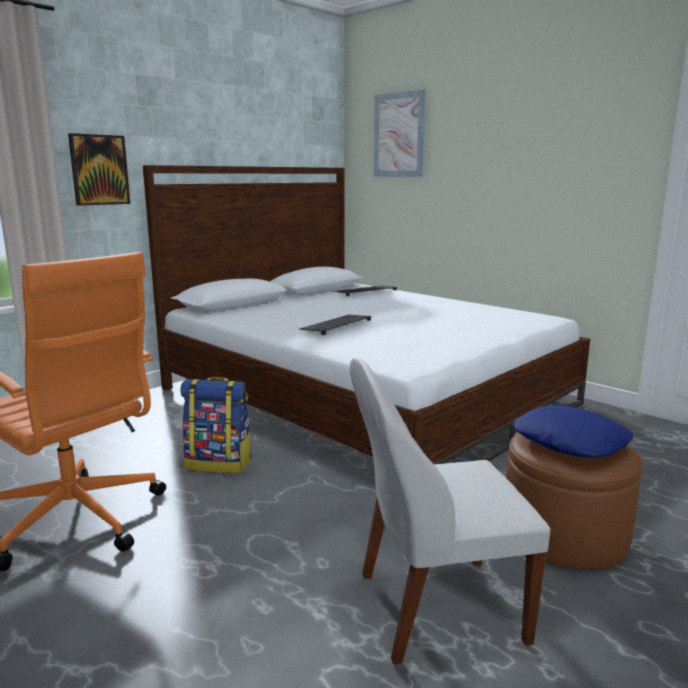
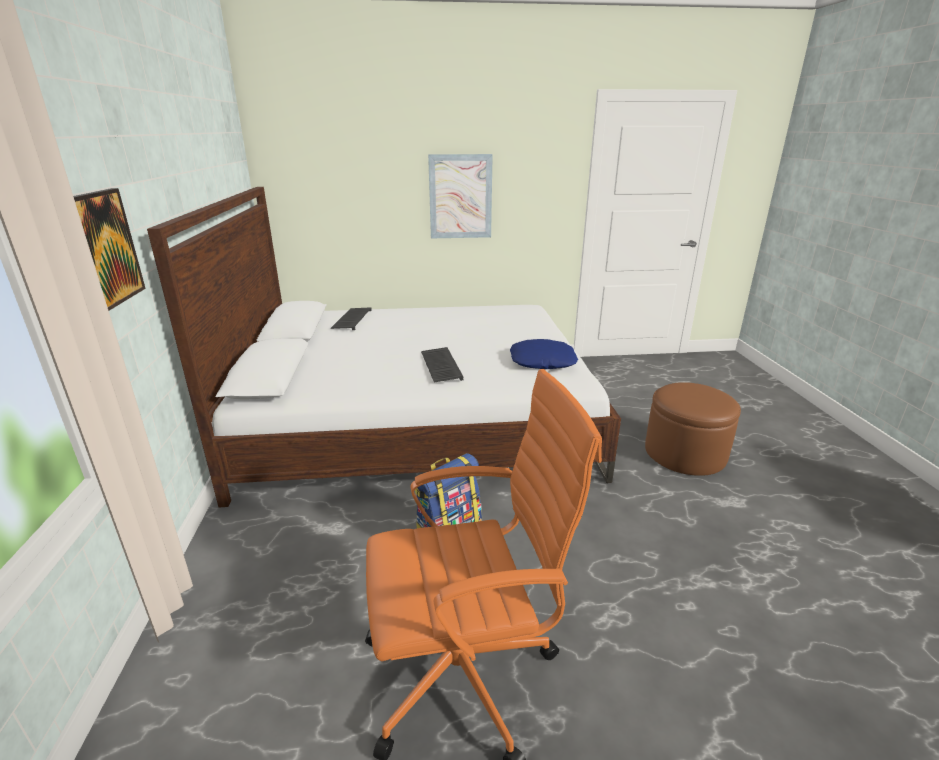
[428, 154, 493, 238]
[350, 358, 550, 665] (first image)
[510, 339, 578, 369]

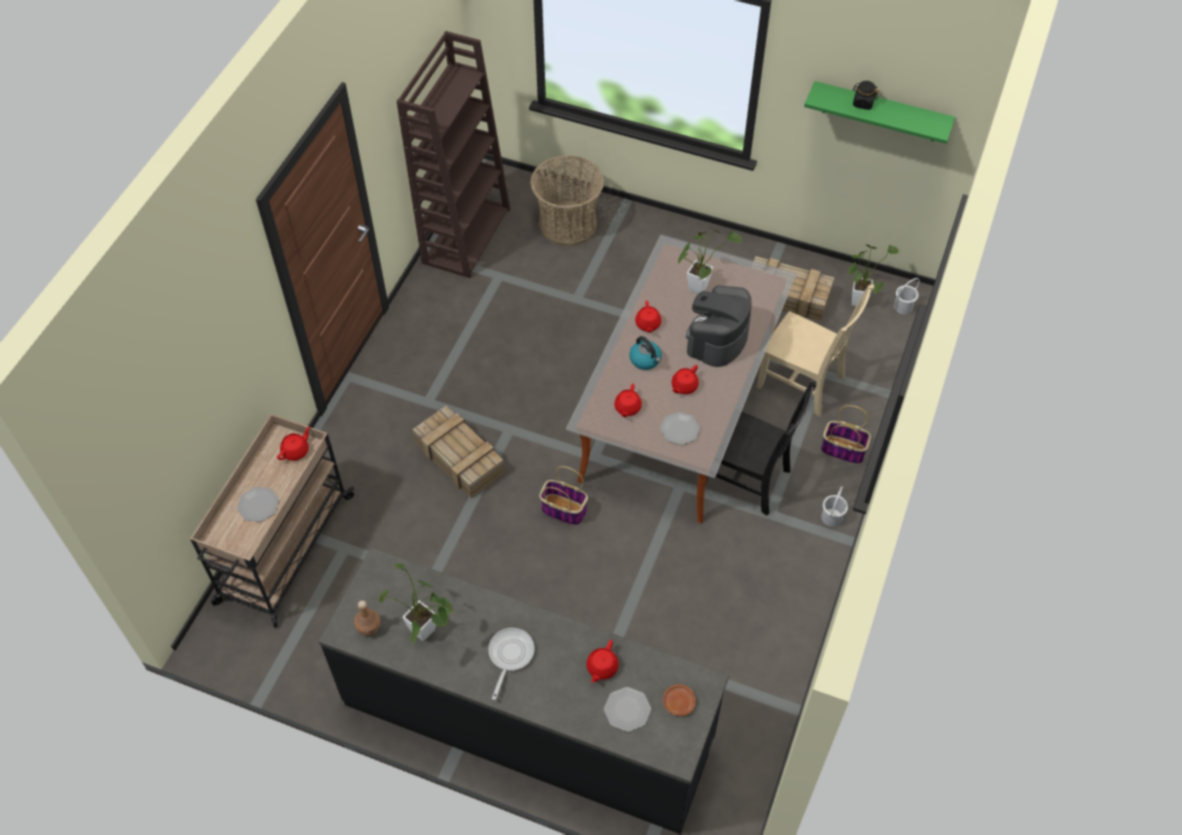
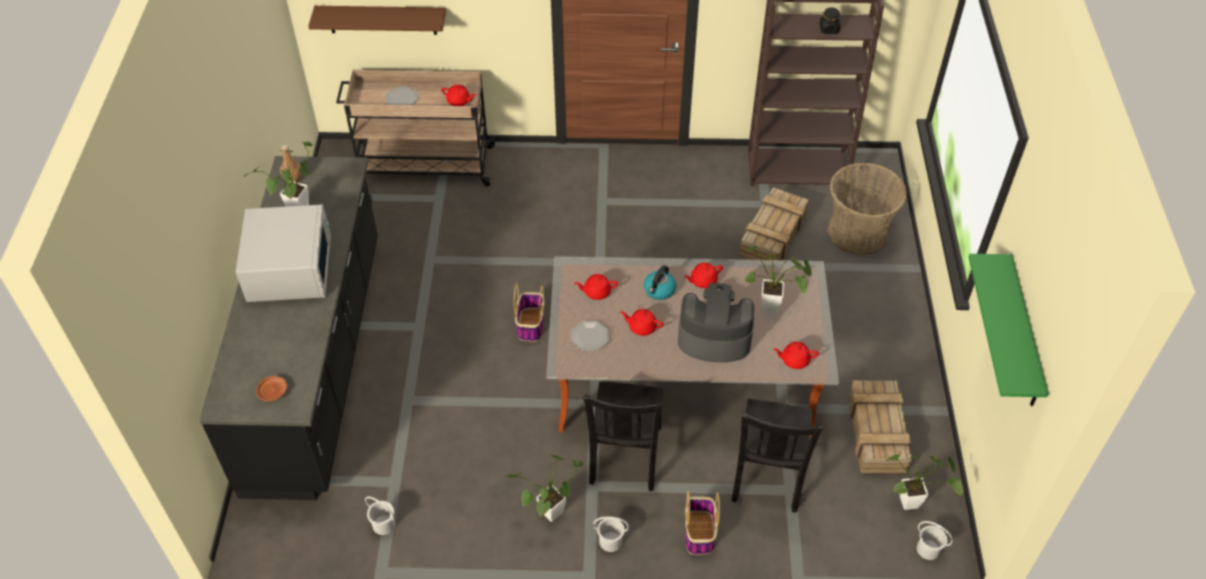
[820, 7, 840, 34]
[732, 399, 822, 513]
[740, 187, 809, 260]
[236, 204, 331, 302]
[773, 342, 819, 369]
[604, 687, 651, 732] (first image)
[308, 6, 446, 35]
[505, 455, 584, 522]
[365, 496, 396, 535]

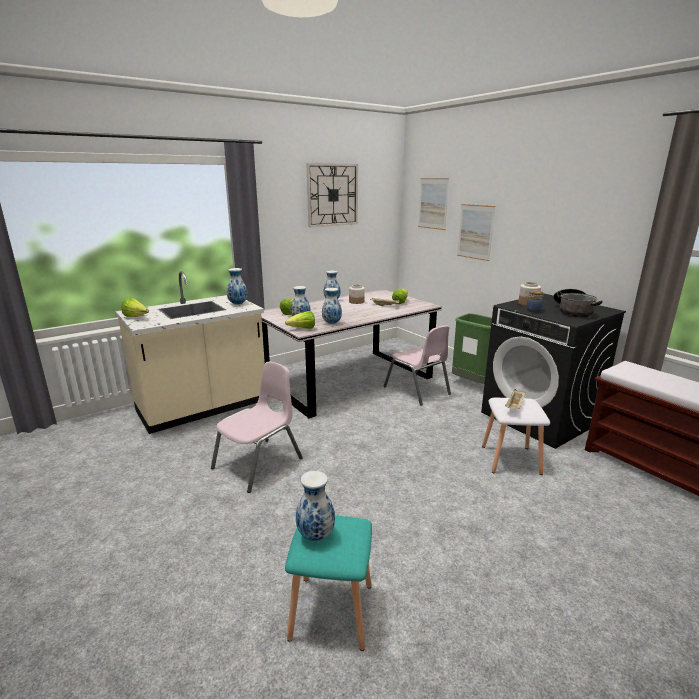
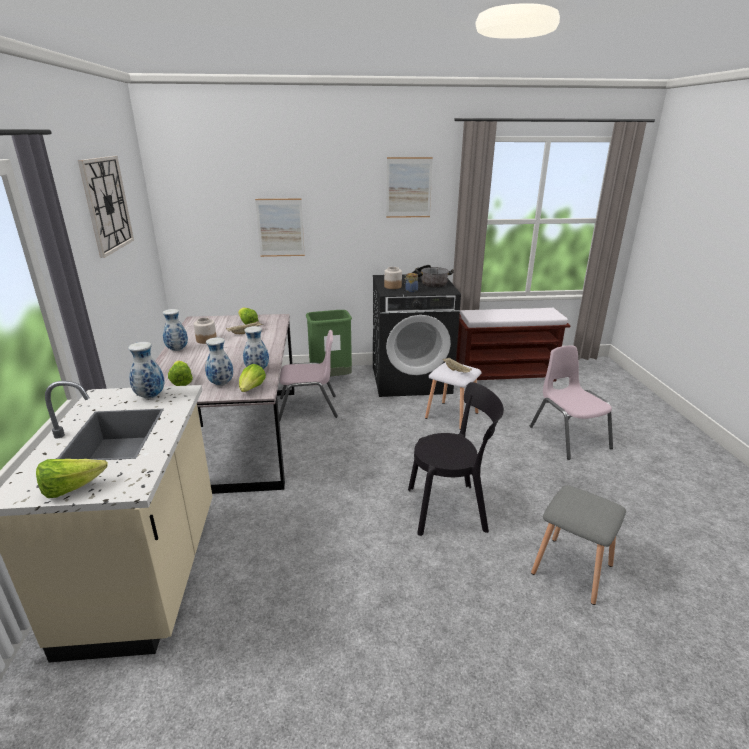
[386, 157, 433, 218]
[530, 346, 613, 460]
[296, 471, 335, 541] (first image)
[531, 485, 626, 605]
[408, 382, 504, 536]

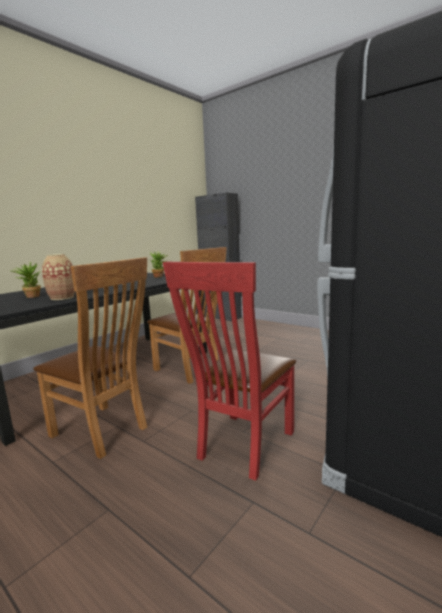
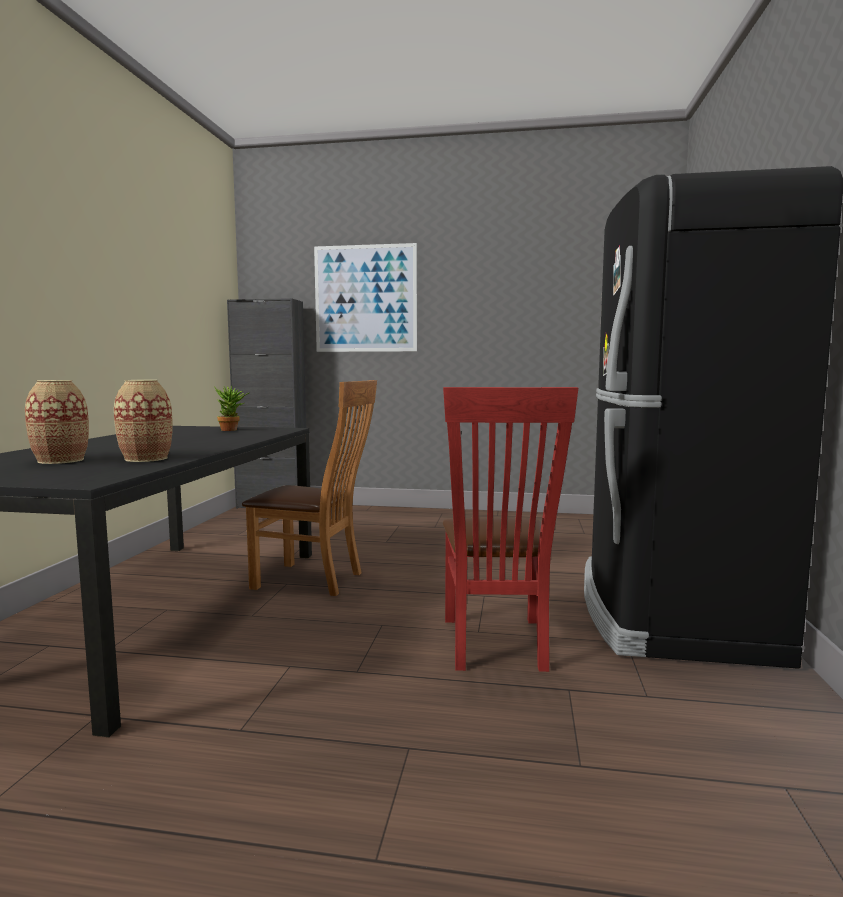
[33, 257, 147, 459] (first image)
[25, 380, 89, 464]
[314, 243, 417, 352]

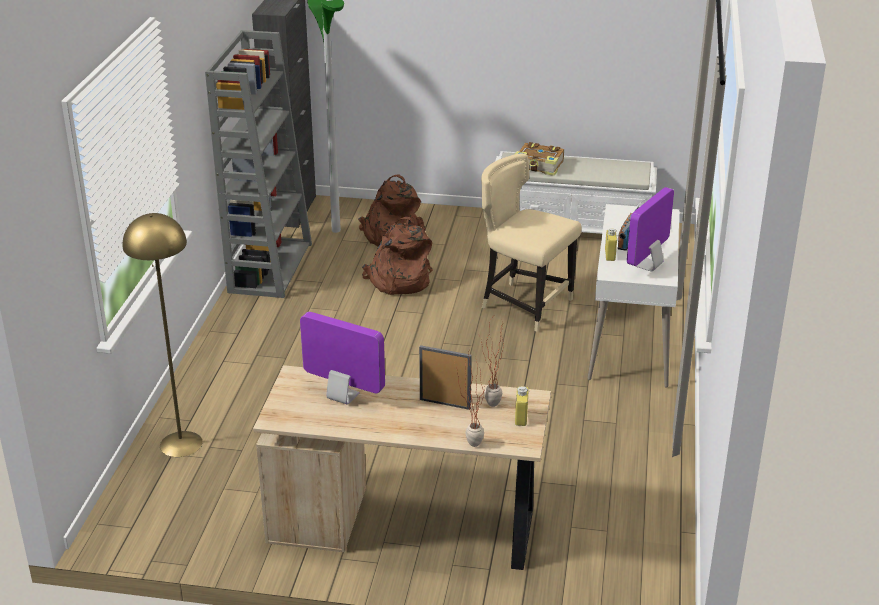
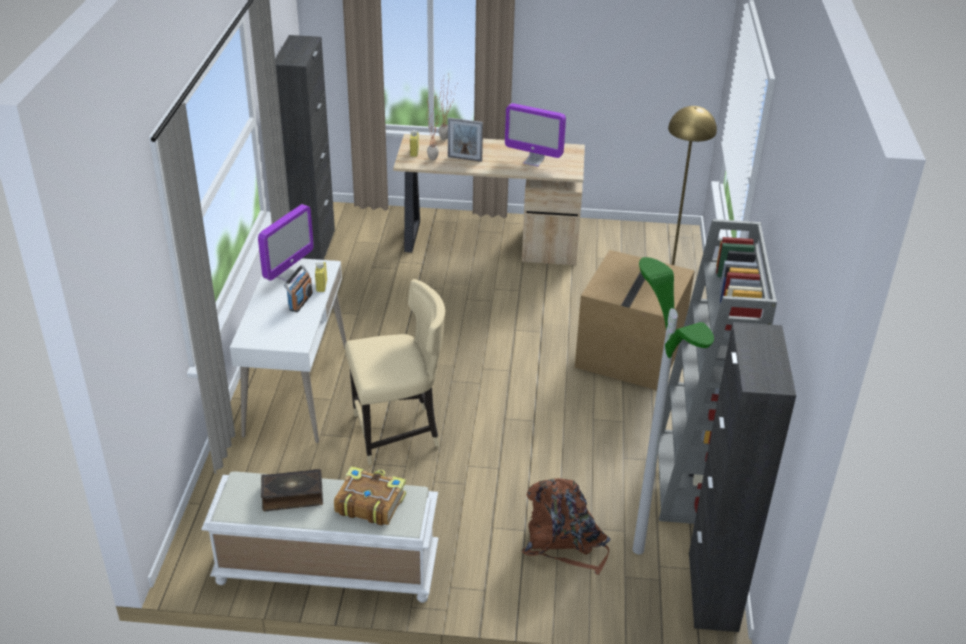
[345, 279, 445, 465]
[362, 217, 433, 295] (first image)
[275, 35, 335, 260]
[575, 250, 695, 390]
[261, 469, 323, 511]

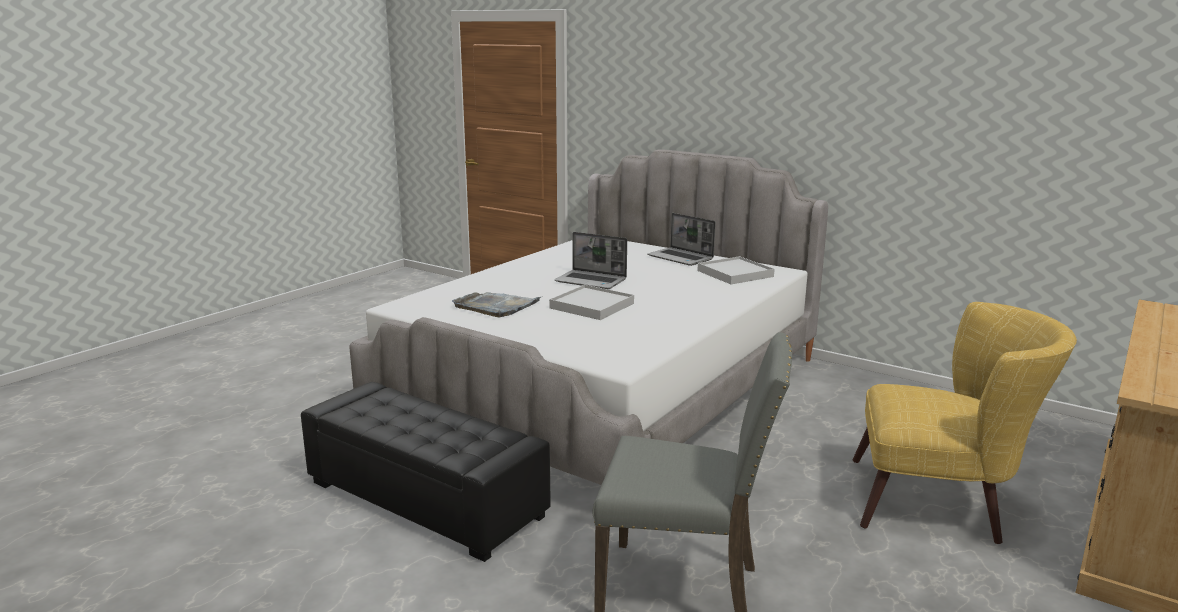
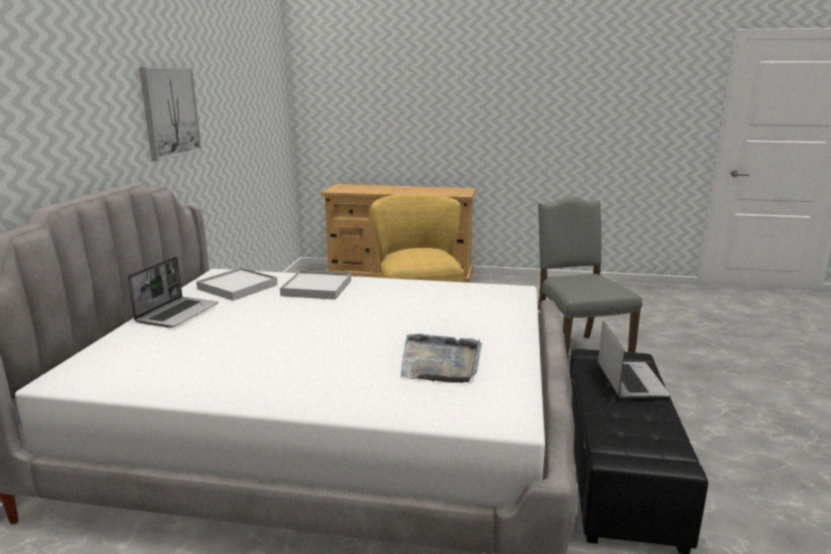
[598, 321, 671, 398]
[280, 270, 351, 300]
[139, 67, 202, 161]

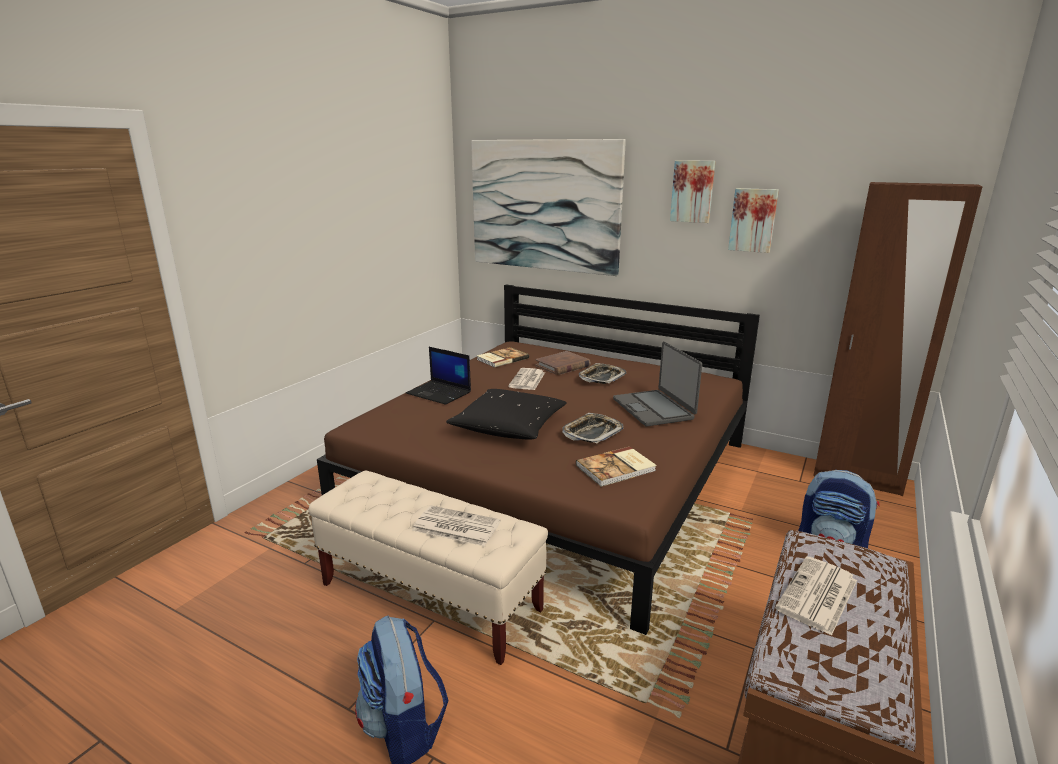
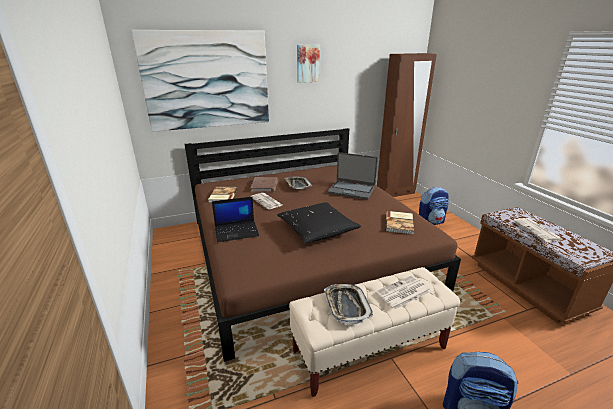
[728, 188, 779, 253] (first image)
[324, 284, 373, 325]

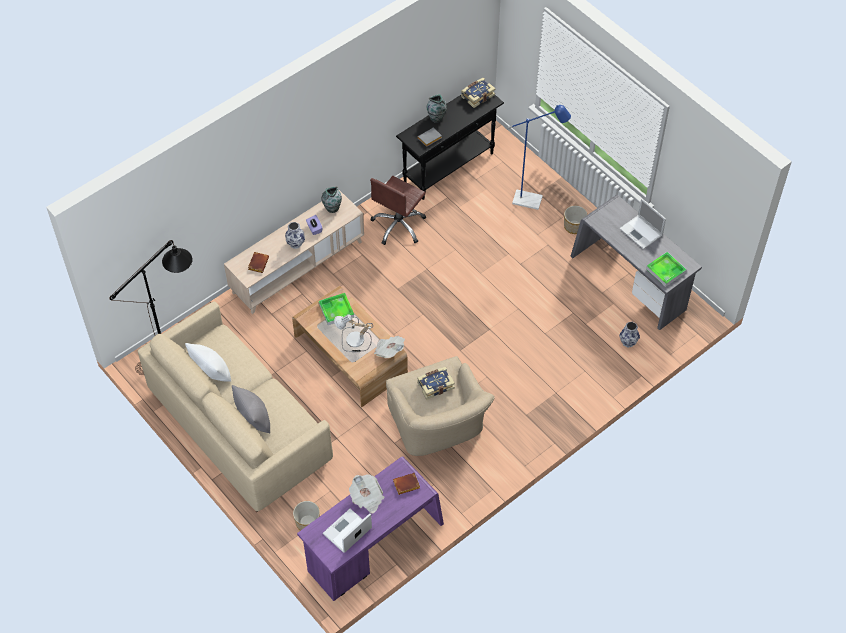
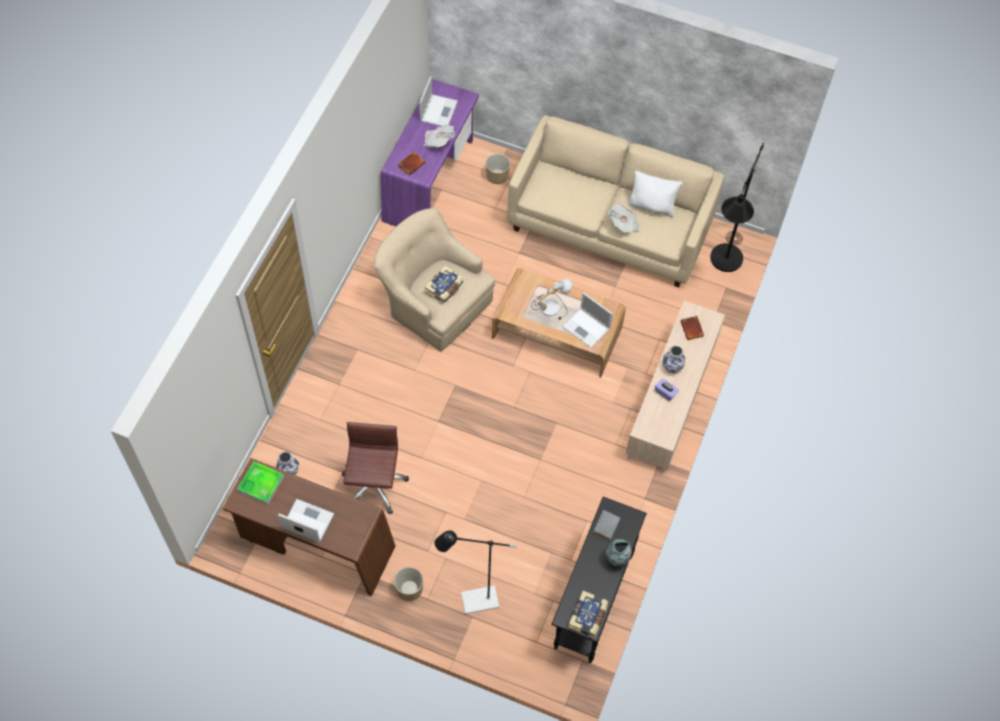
[435, 530, 517, 614]
[342, 422, 409, 514]
[322, 186, 342, 213] (first image)
[223, 458, 395, 596]
[562, 292, 613, 348]
[609, 204, 641, 233]
[232, 385, 270, 433] (first image)

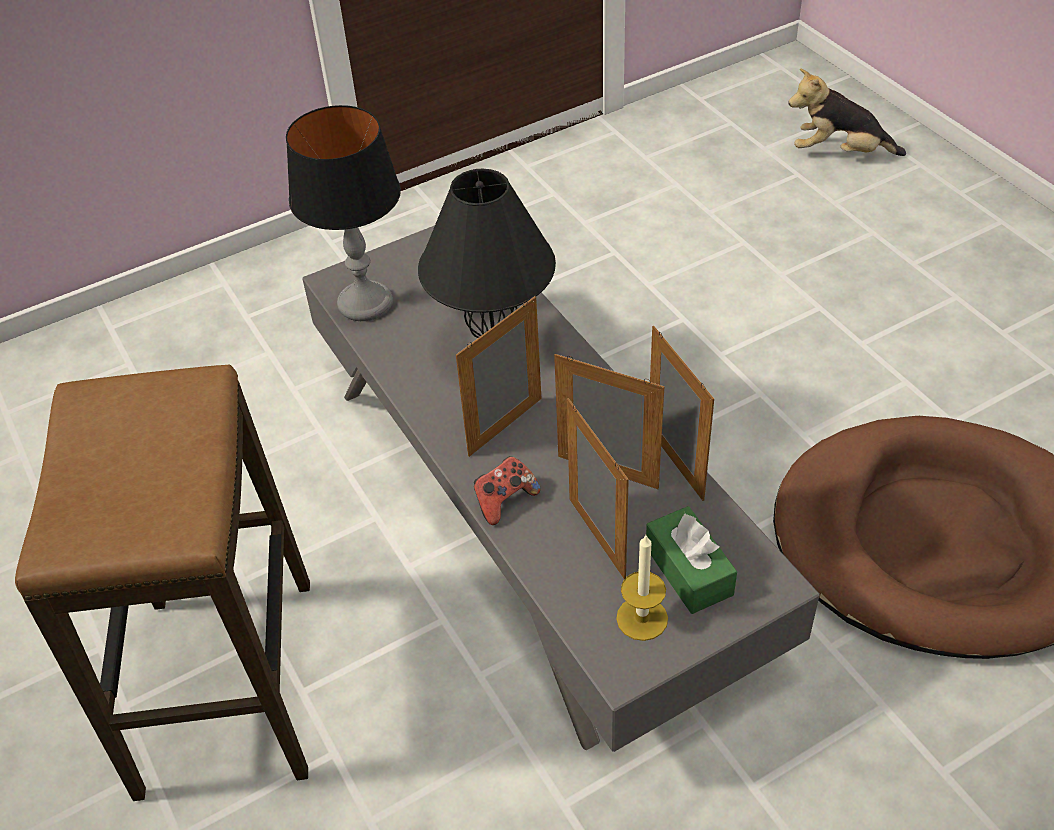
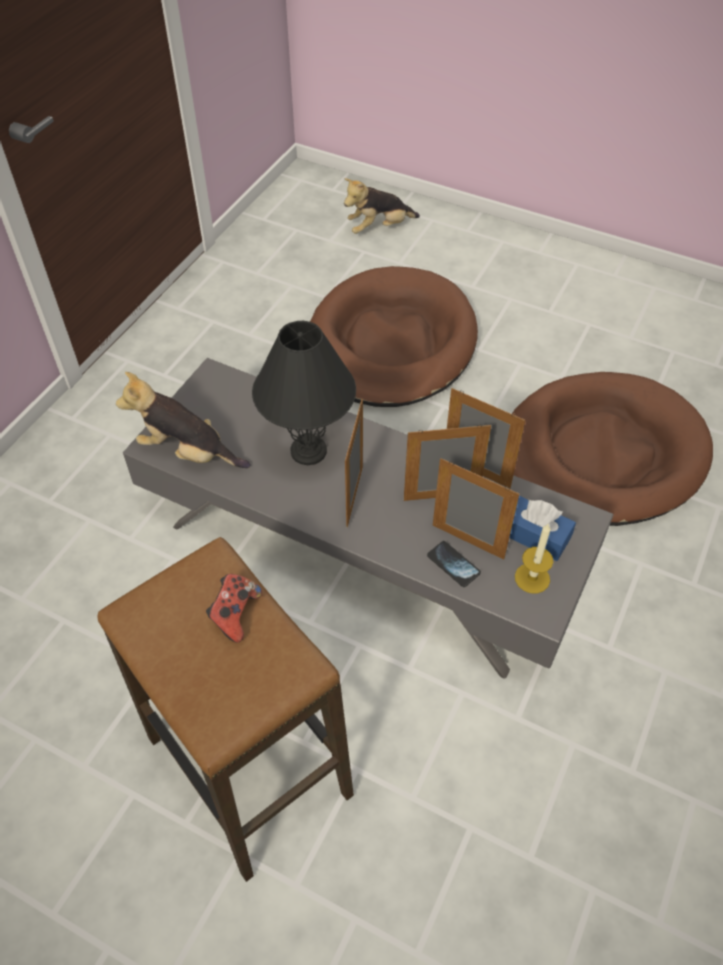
[116, 372, 251, 468]
[206, 574, 262, 643]
[509, 496, 576, 561]
[310, 266, 478, 407]
[427, 541, 481, 587]

